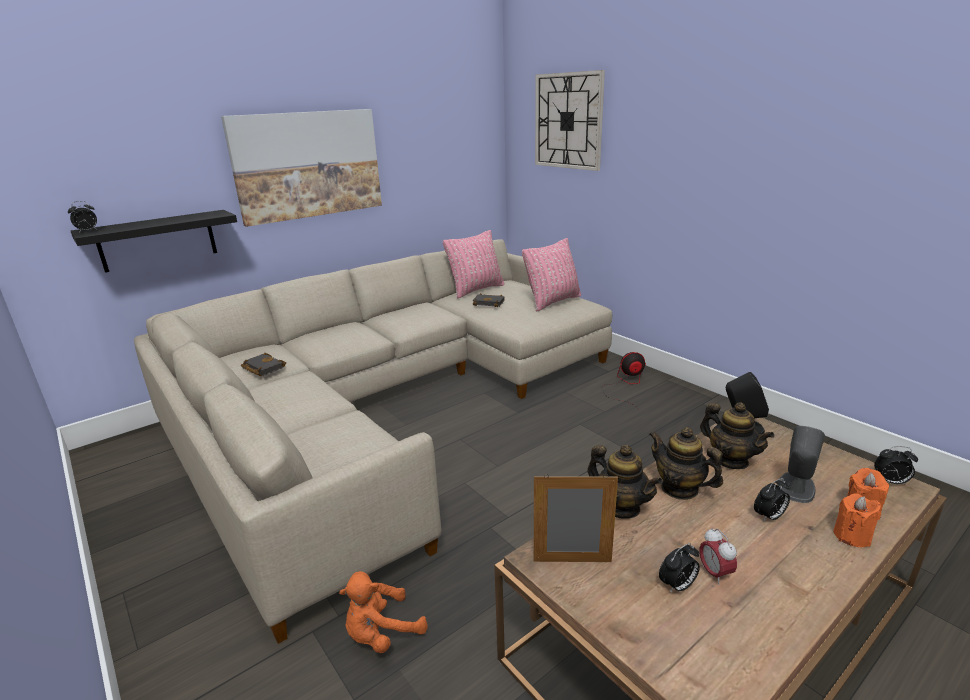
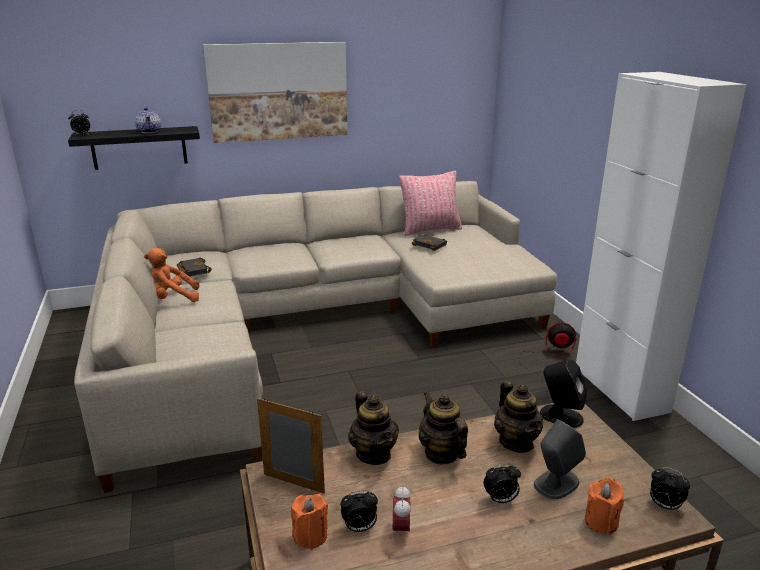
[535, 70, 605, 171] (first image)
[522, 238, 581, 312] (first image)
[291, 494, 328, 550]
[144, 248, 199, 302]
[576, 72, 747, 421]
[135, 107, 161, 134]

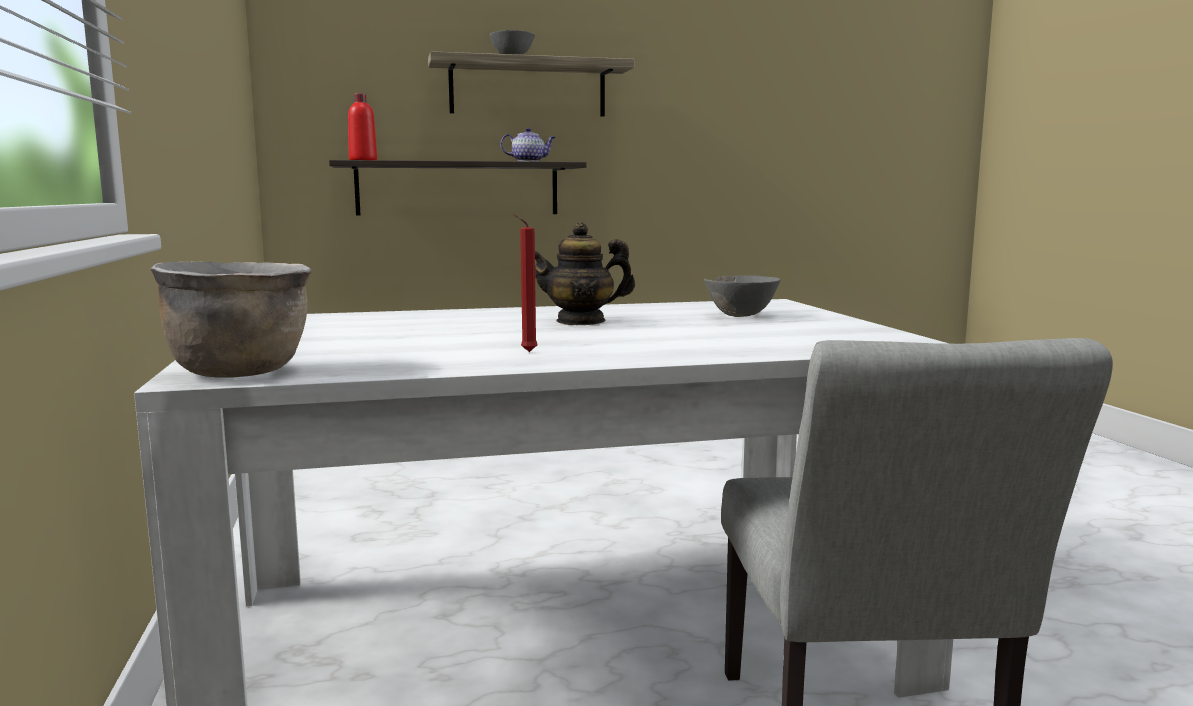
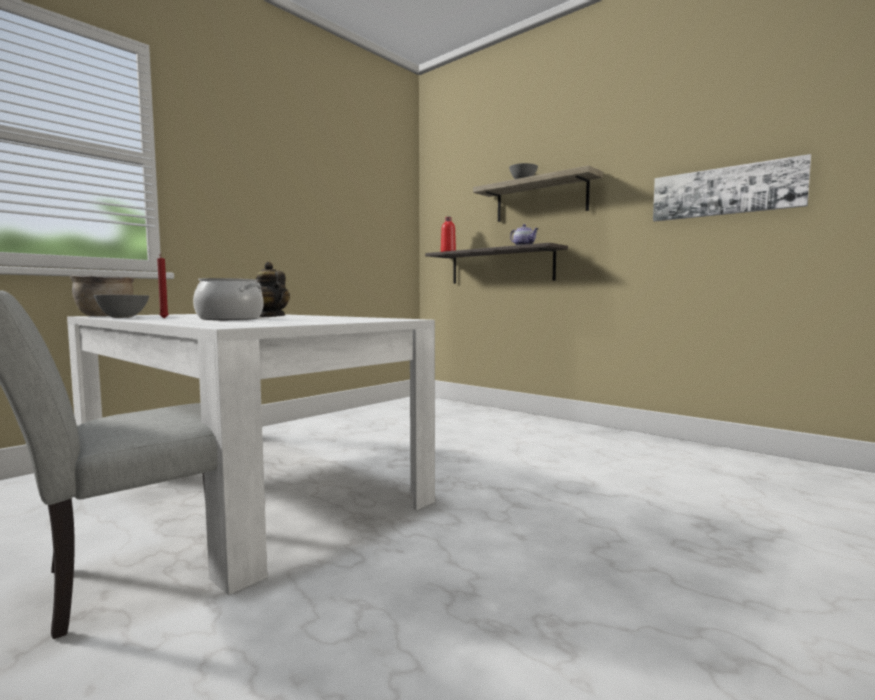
[94, 295, 149, 318]
[653, 154, 811, 222]
[193, 278, 263, 320]

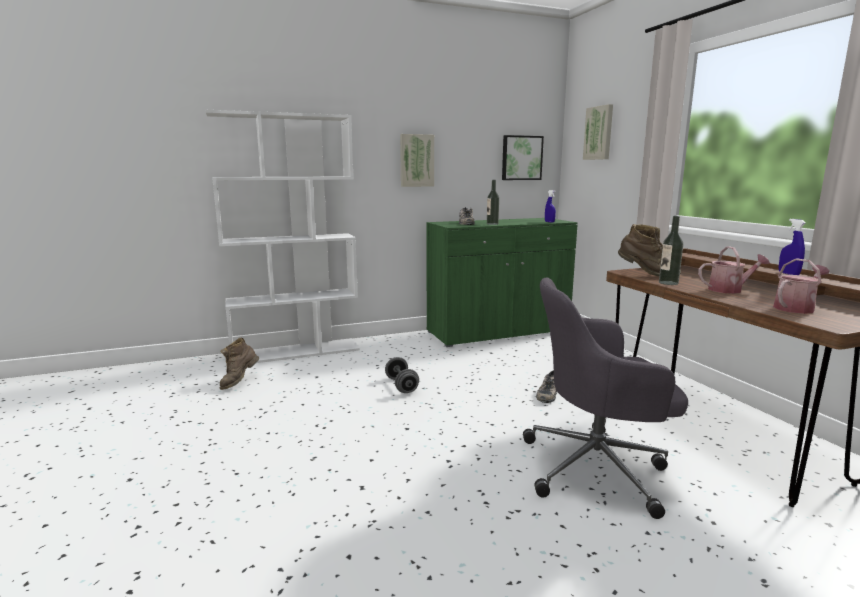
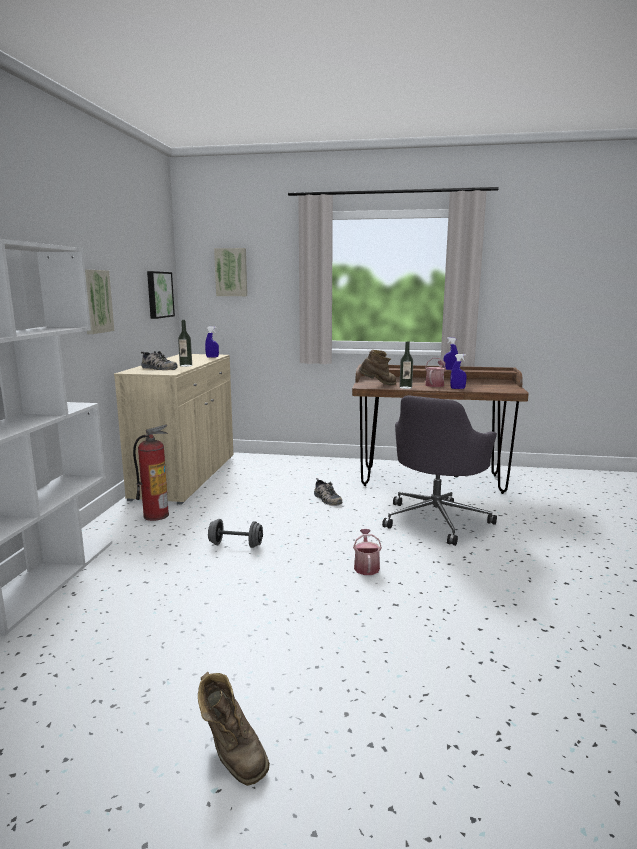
[114, 354, 233, 505]
[353, 529, 382, 575]
[198, 672, 270, 786]
[450, 354, 467, 389]
[133, 425, 169, 521]

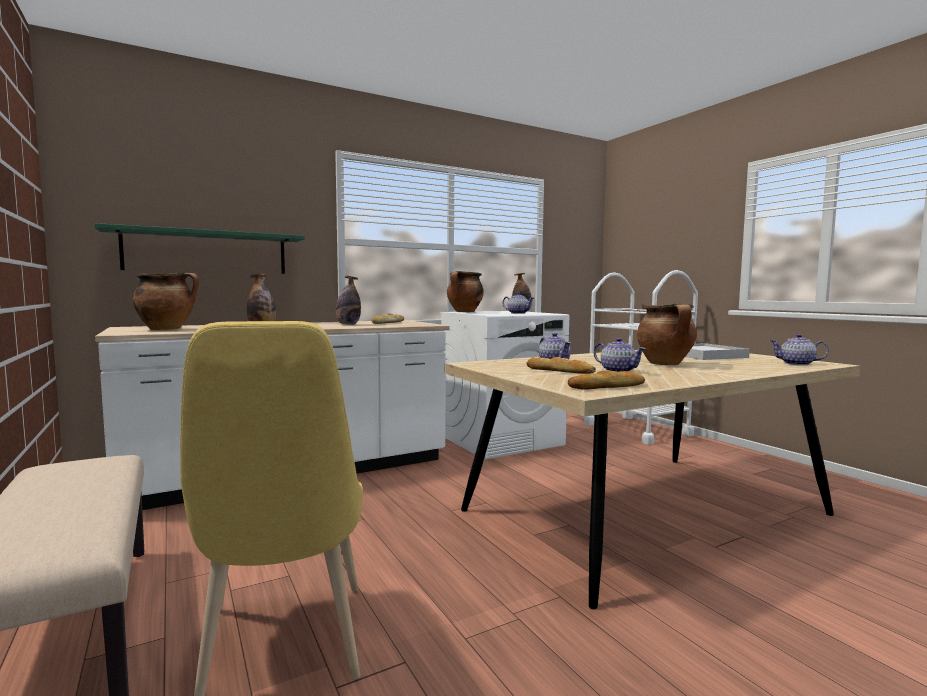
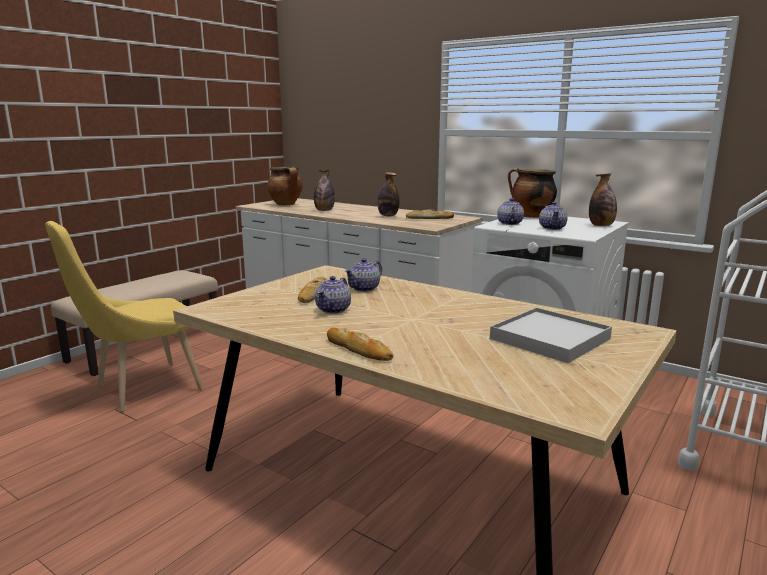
[94, 223, 305, 274] (first image)
[637, 303, 697, 365] (first image)
[497, 198, 524, 225]
[327, 328, 393, 361]

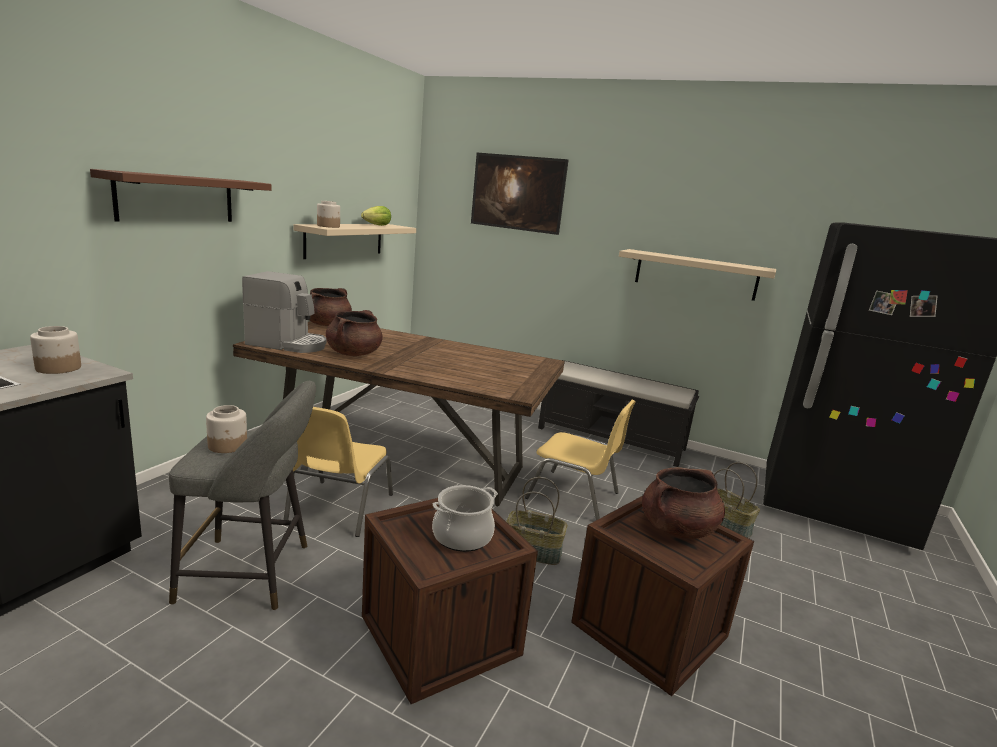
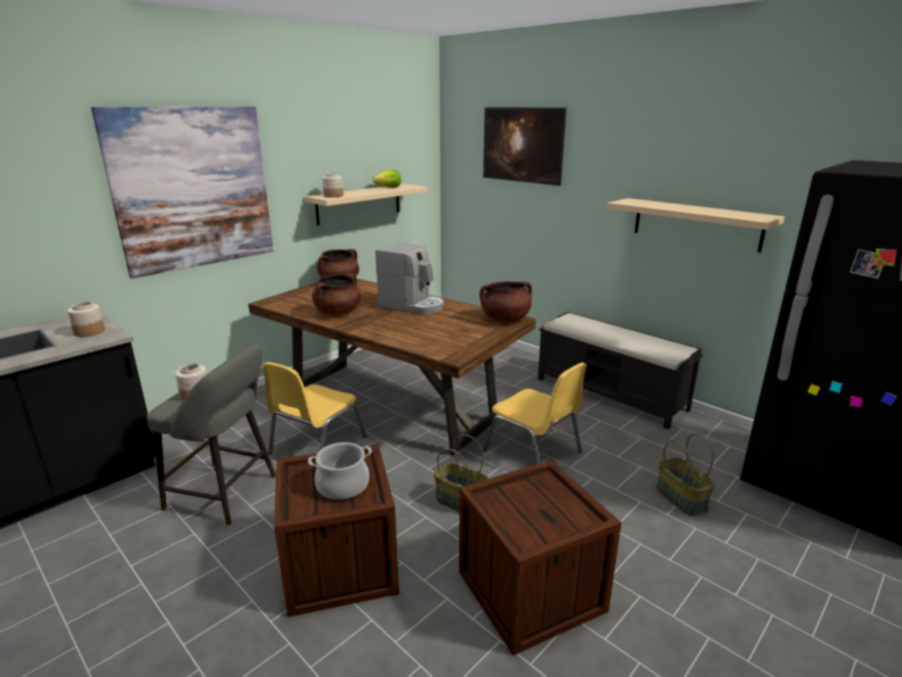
[91, 107, 274, 279]
[375, 243, 444, 315]
[480, 281, 532, 322]

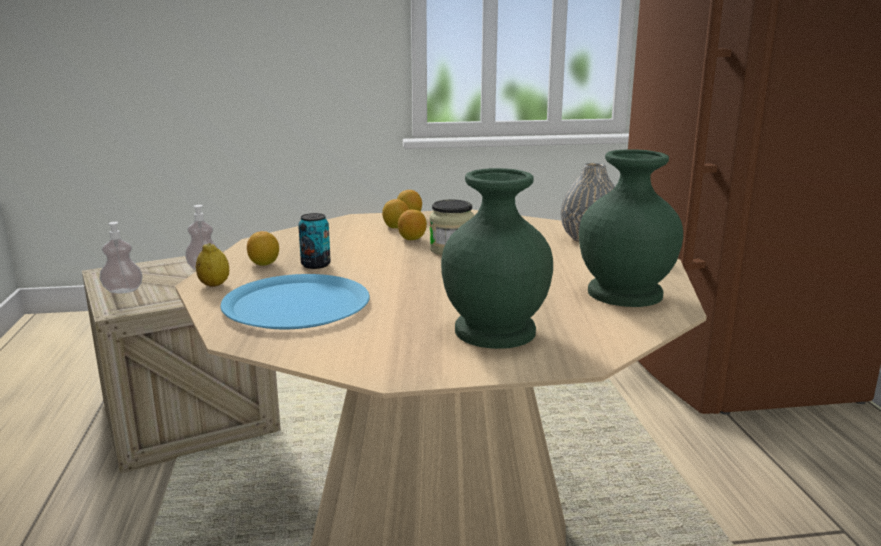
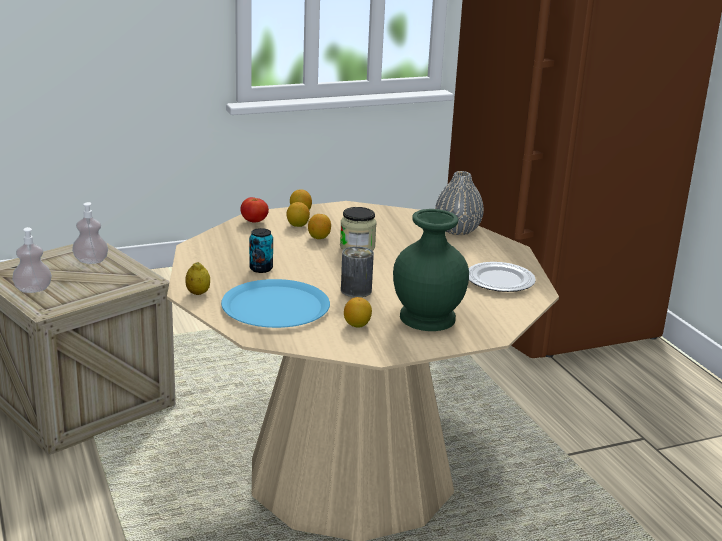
[469, 262, 536, 292]
[344, 297, 372, 328]
[240, 197, 269, 222]
[341, 246, 374, 297]

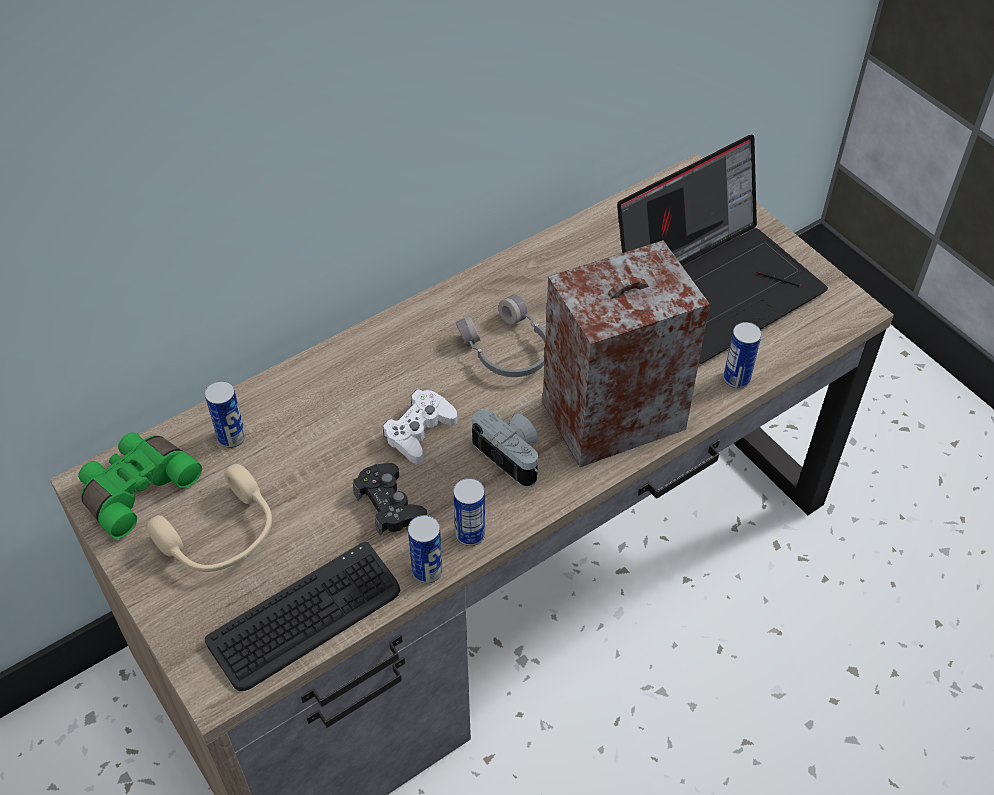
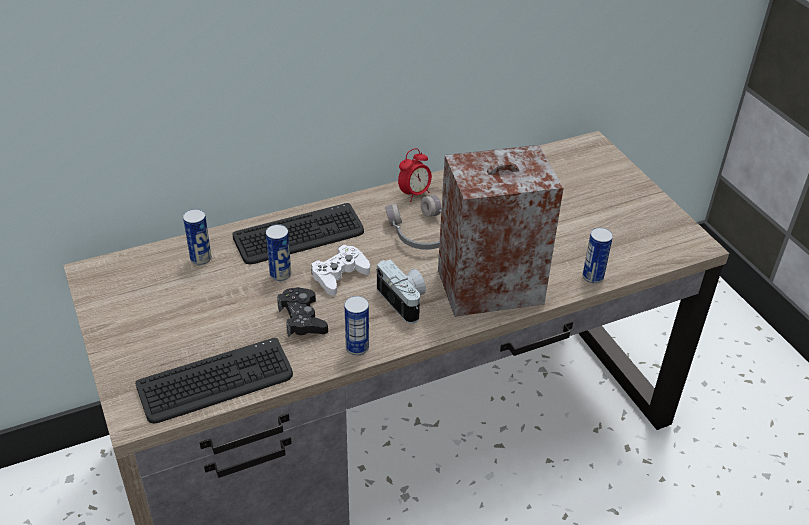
[617, 135, 828, 364] (first image)
[78, 432, 202, 539] (first image)
[147, 464, 272, 572] (first image)
[266, 224, 291, 281]
[398, 148, 432, 202]
[233, 203, 364, 264]

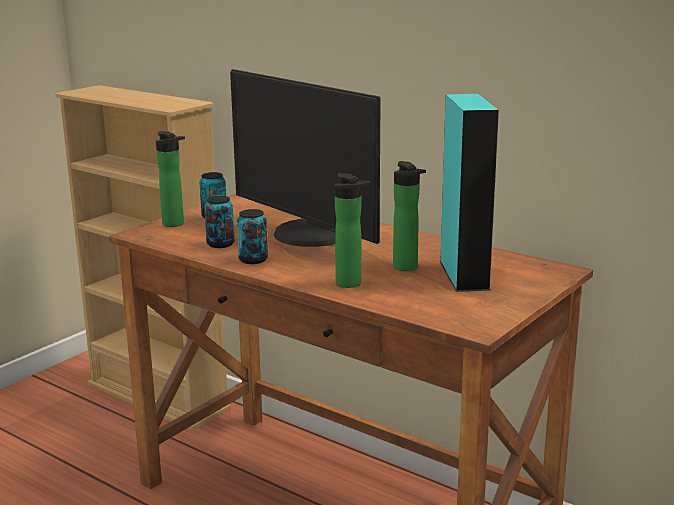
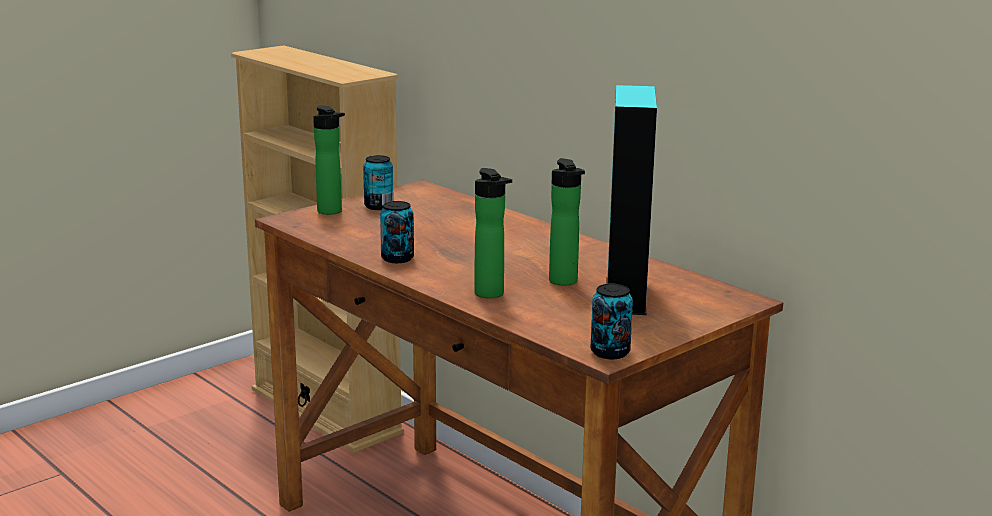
[230, 69, 381, 247] (first image)
[591, 284, 633, 359]

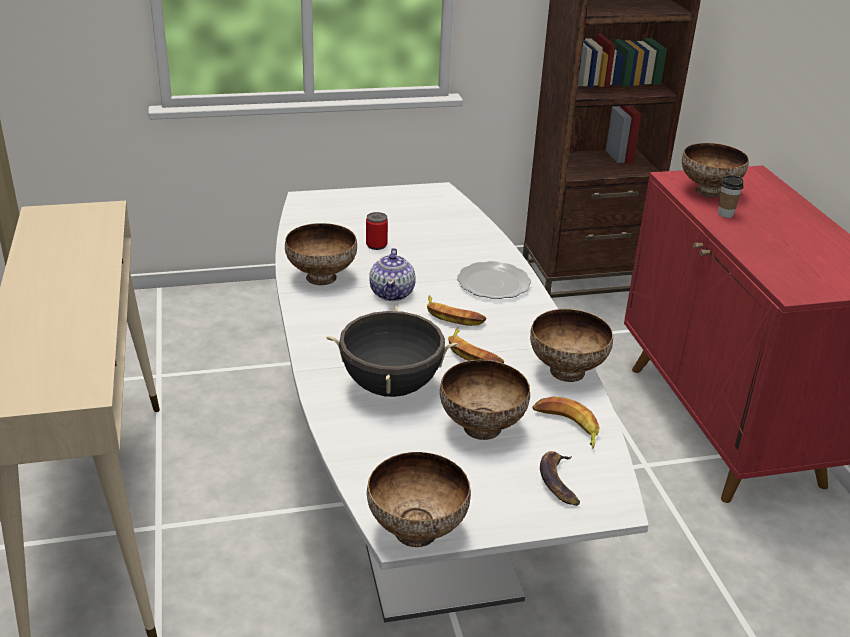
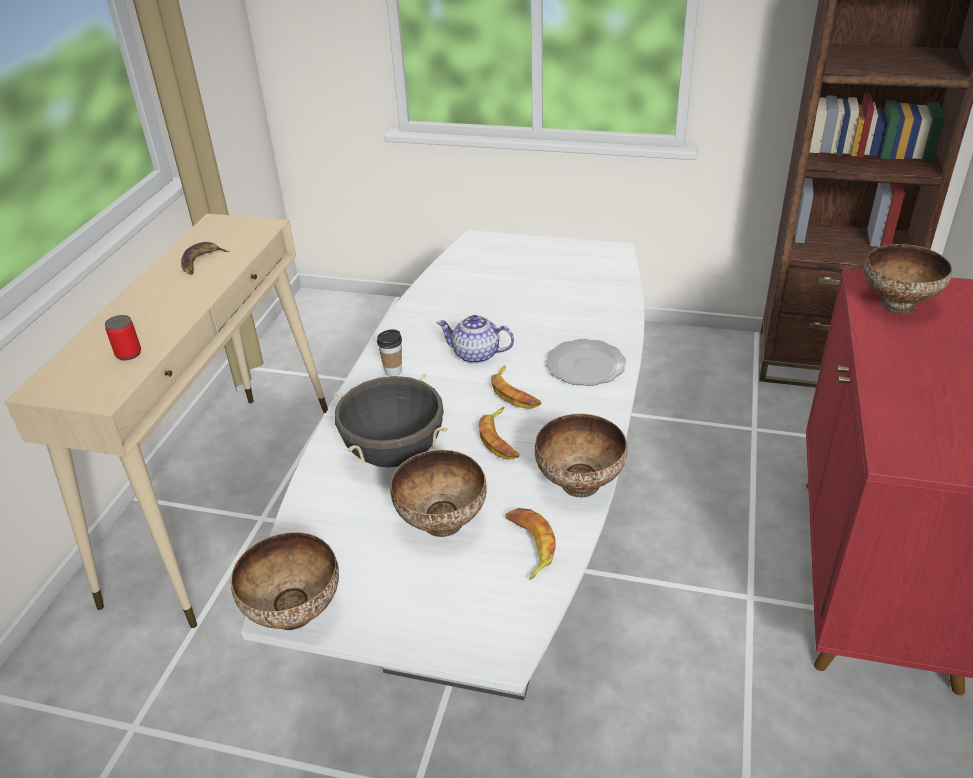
[377, 329, 402, 376]
[105, 315, 141, 361]
[285, 223, 357, 285] (first image)
[437, 315, 514, 364]
[181, 242, 230, 275]

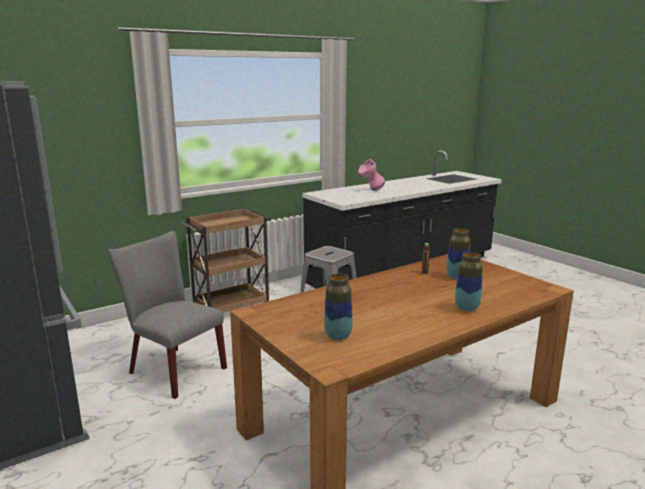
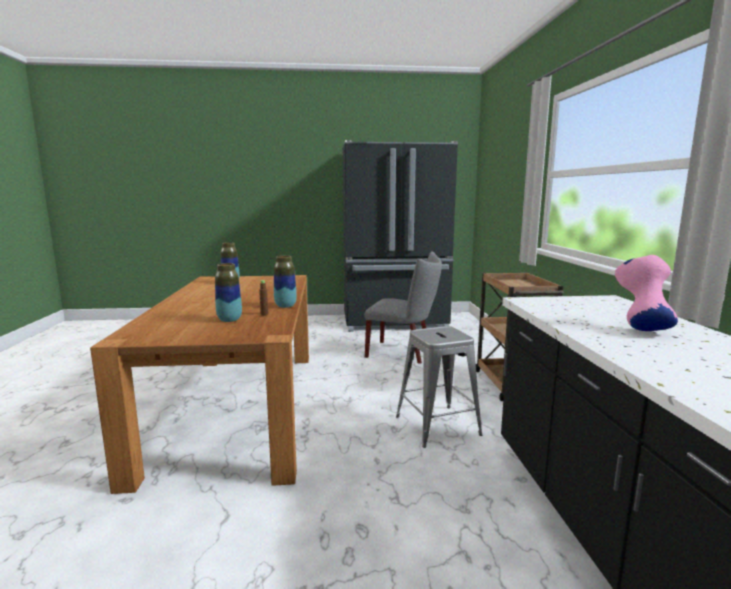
[365, 251, 442, 364]
[274, 255, 297, 308]

